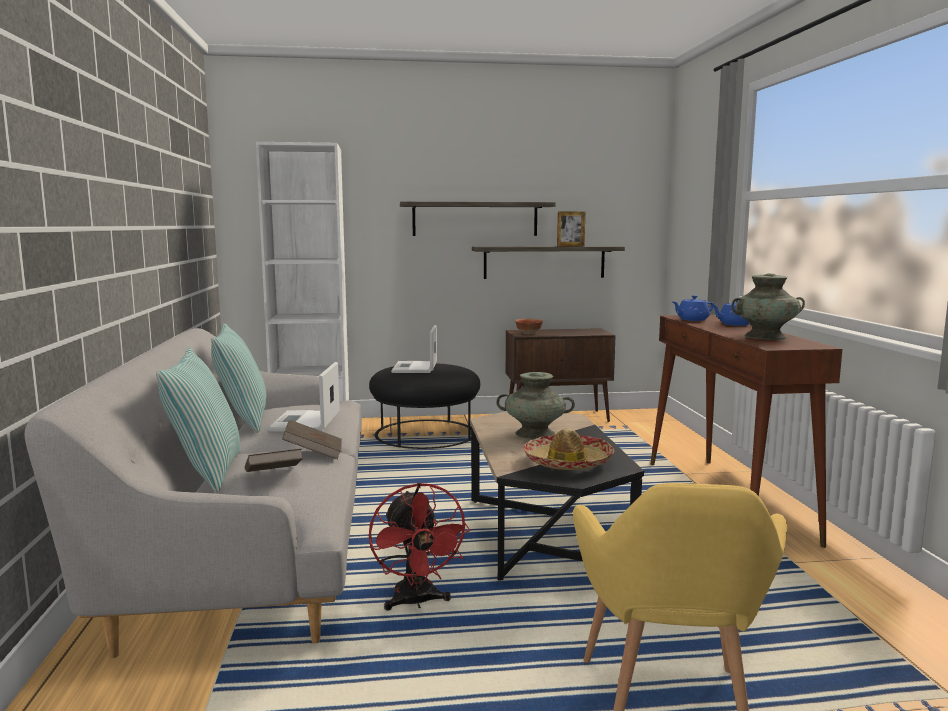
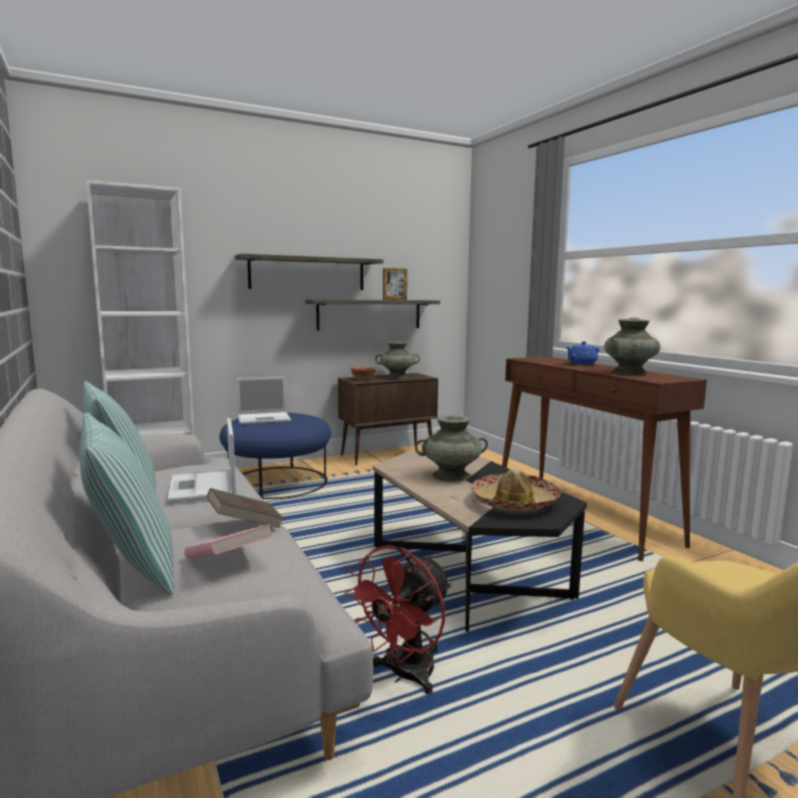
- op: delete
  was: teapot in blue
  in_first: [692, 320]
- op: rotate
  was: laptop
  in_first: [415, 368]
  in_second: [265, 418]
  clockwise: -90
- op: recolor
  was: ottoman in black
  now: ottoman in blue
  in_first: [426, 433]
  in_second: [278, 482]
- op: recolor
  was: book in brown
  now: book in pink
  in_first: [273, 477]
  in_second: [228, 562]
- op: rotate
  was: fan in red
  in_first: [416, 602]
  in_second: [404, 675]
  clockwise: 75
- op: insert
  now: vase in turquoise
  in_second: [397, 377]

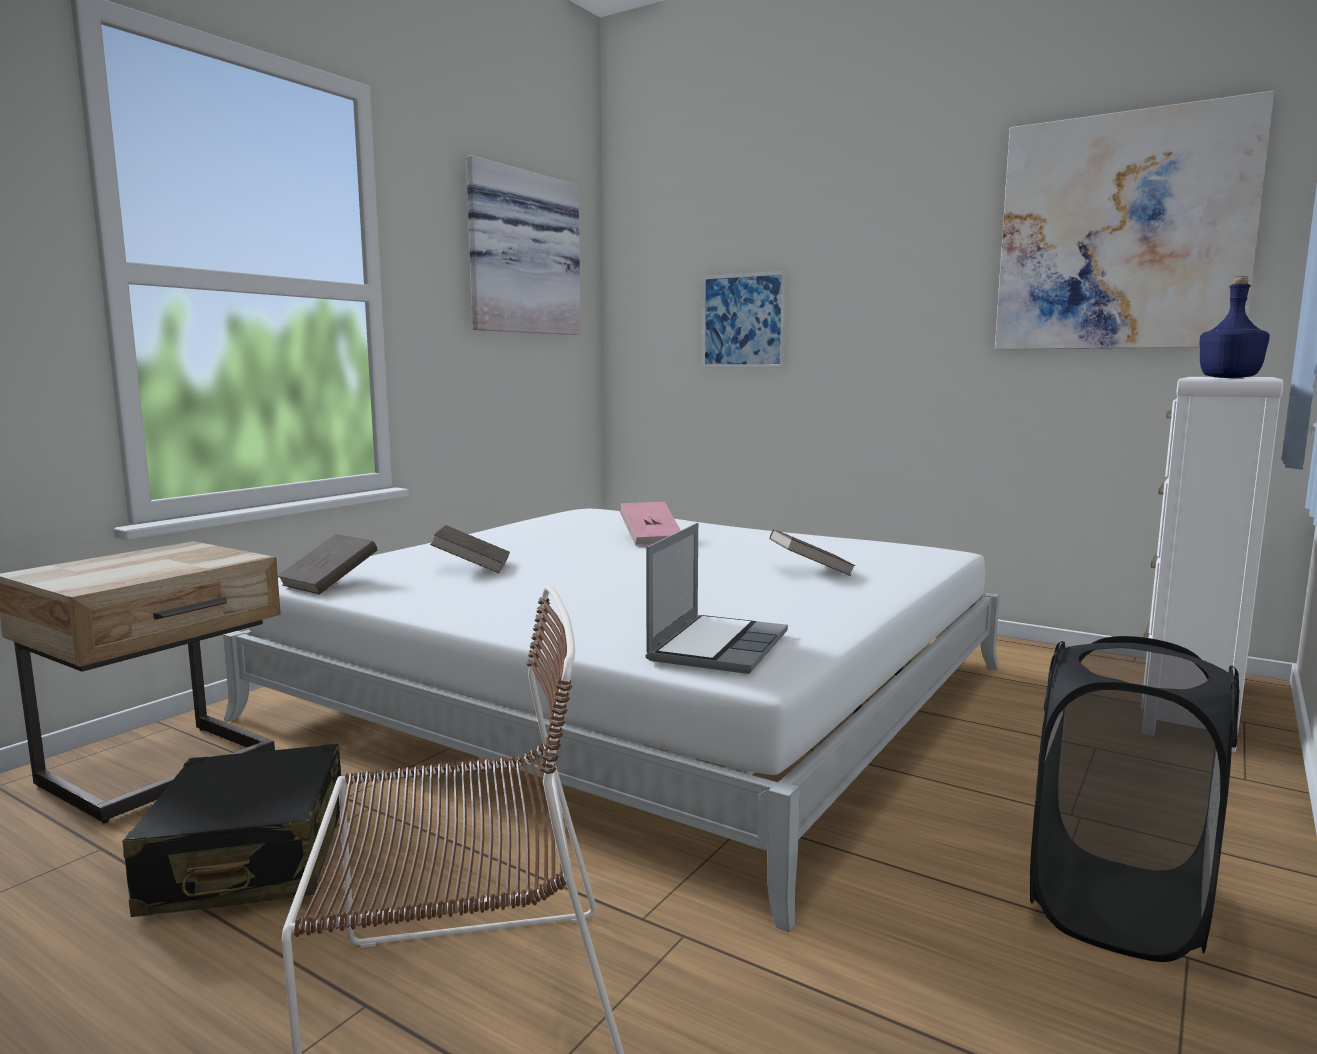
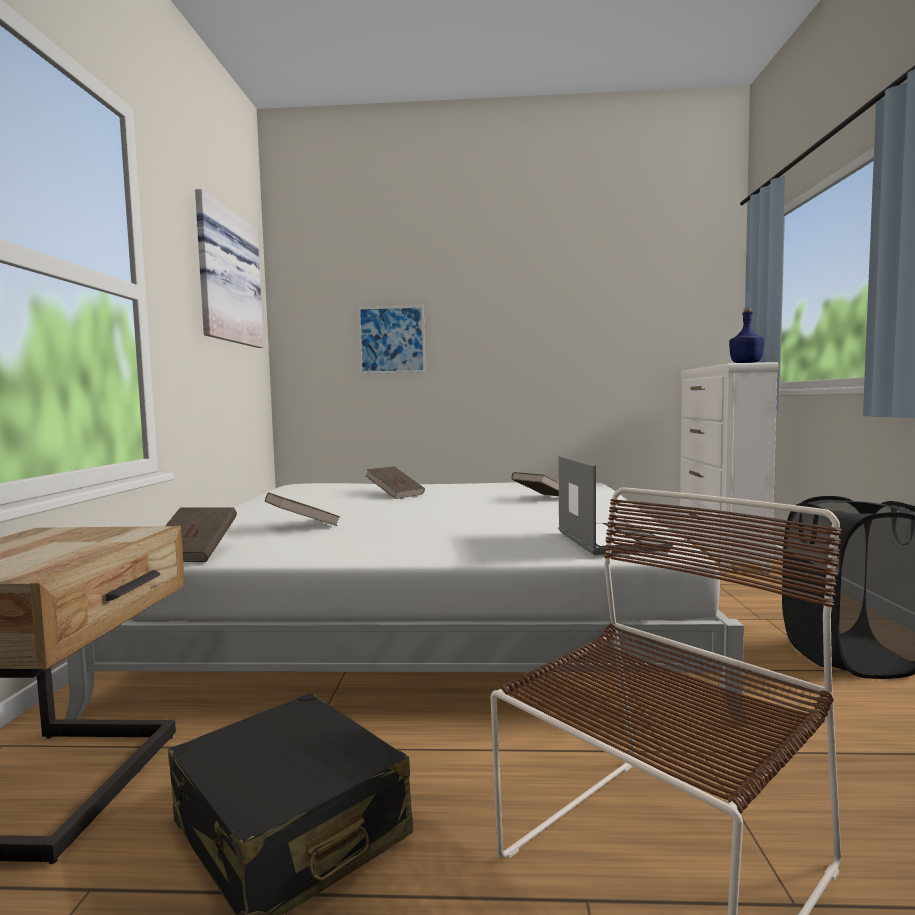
- op: delete
  was: picture
  in_first: [1122, 233]
- op: recolor
  was: book in pink
  now: book in brown
  in_first: [651, 539]
  in_second: [395, 495]

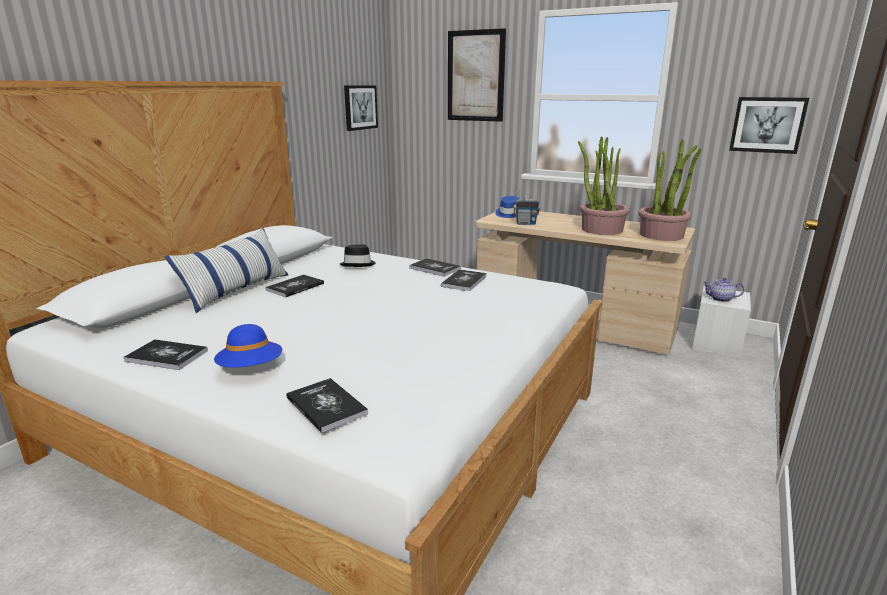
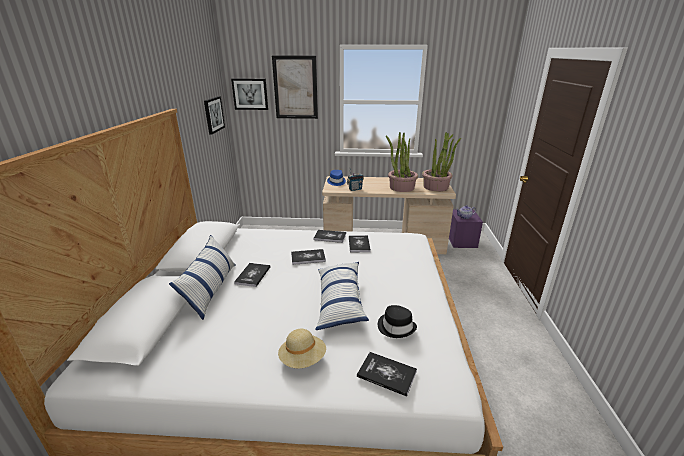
- op: move
  was: picture
  in_first: [767, 125]
  in_second: [250, 94]
- op: move
  was: hat in black
  in_first: [358, 264]
  in_second: [396, 327]
- op: recolor
  was: storage box in white
  now: storage box in purple
  in_first: [717, 344]
  in_second: [462, 241]
- op: recolor
  was: hat in blue
  now: hat in beige
  in_first: [251, 368]
  in_second: [303, 359]
- op: move
  was: book
  in_first: [166, 356]
  in_second: [308, 257]
- op: insert
  now: pillow
  in_second: [340, 301]

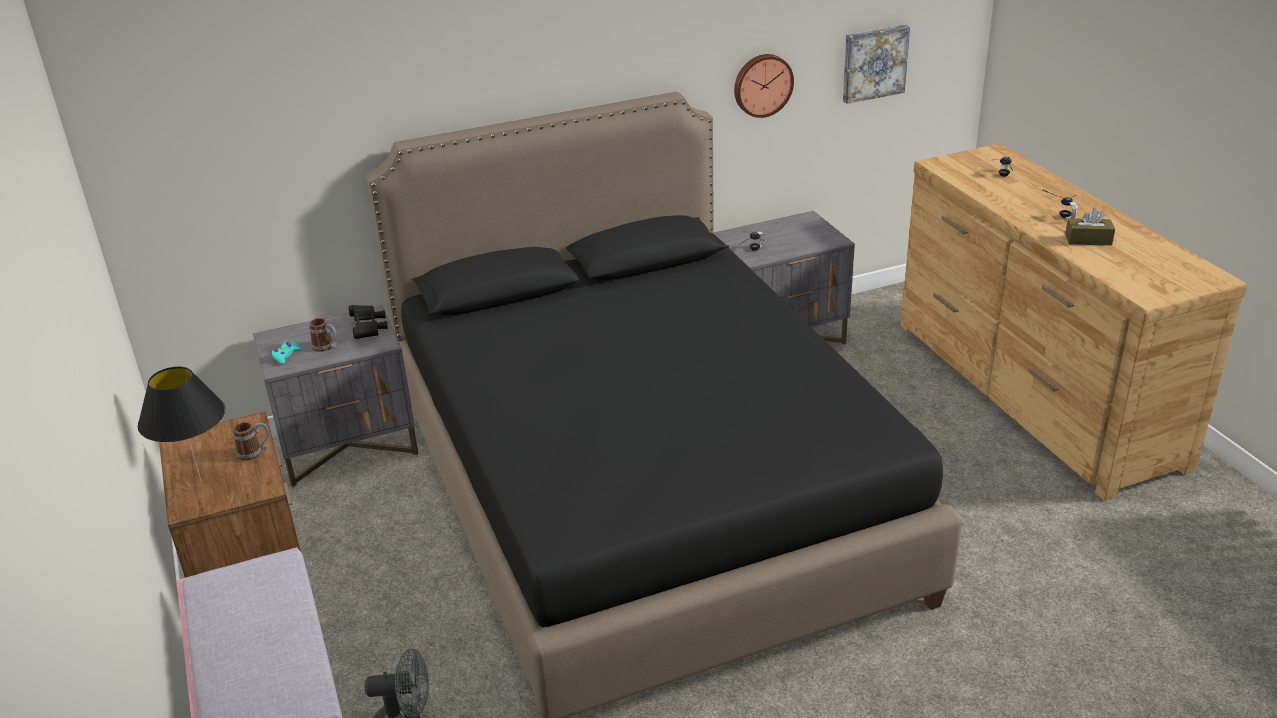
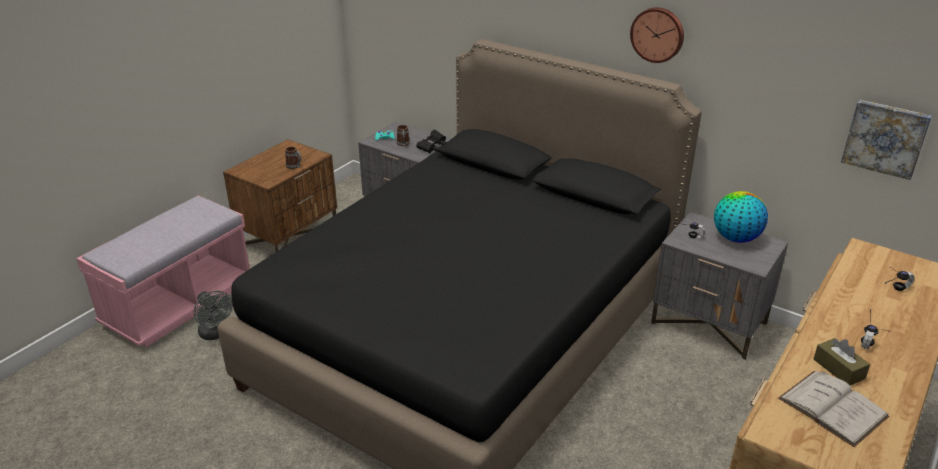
- op: move
  was: wall clock
  in_first: [762, 85]
  in_second: [658, 34]
- op: delete
  was: table lamp in black
  in_first: [202, 486]
- op: insert
  now: globe
  in_second: [735, 238]
- op: insert
  now: book in white
  in_second: [832, 407]

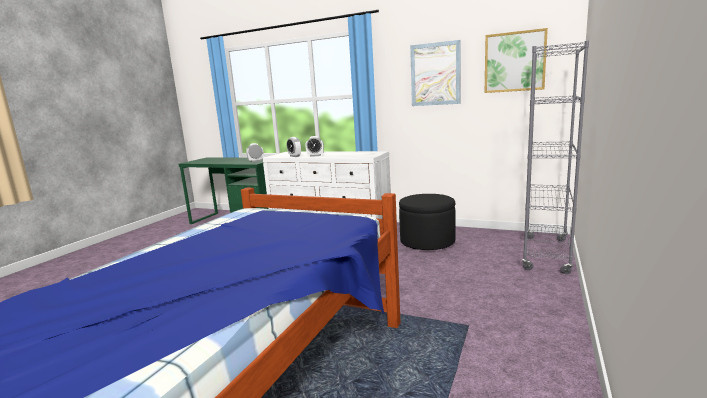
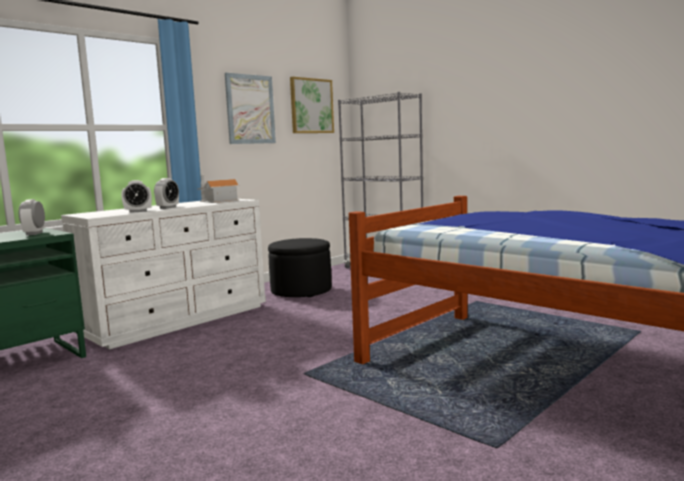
- op: insert
  now: toy house
  in_second: [217, 201]

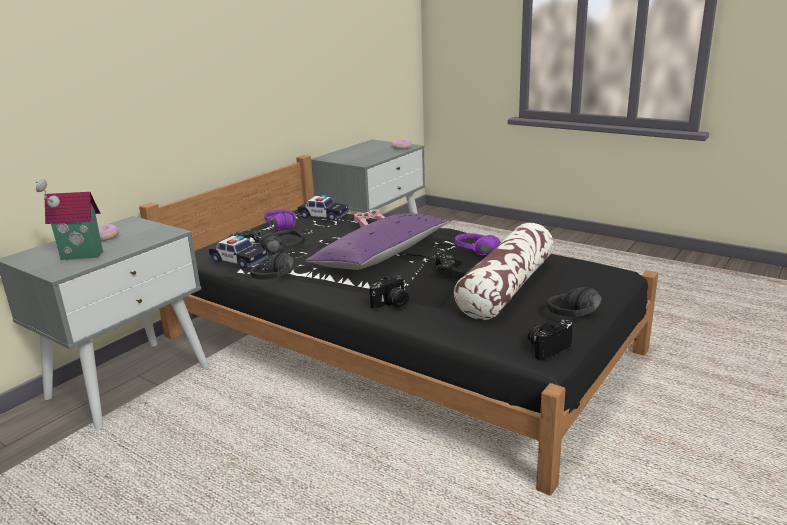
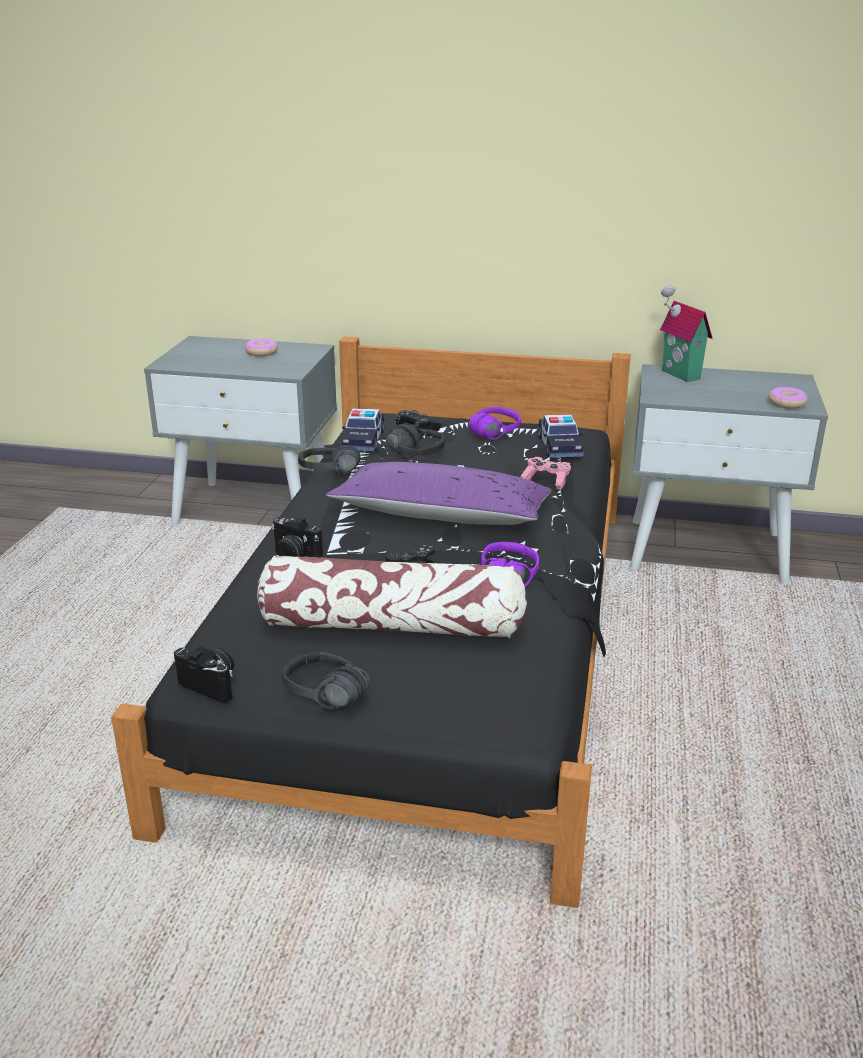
- op: move
  was: toy house
  in_first: [80, 256]
  in_second: [678, 375]

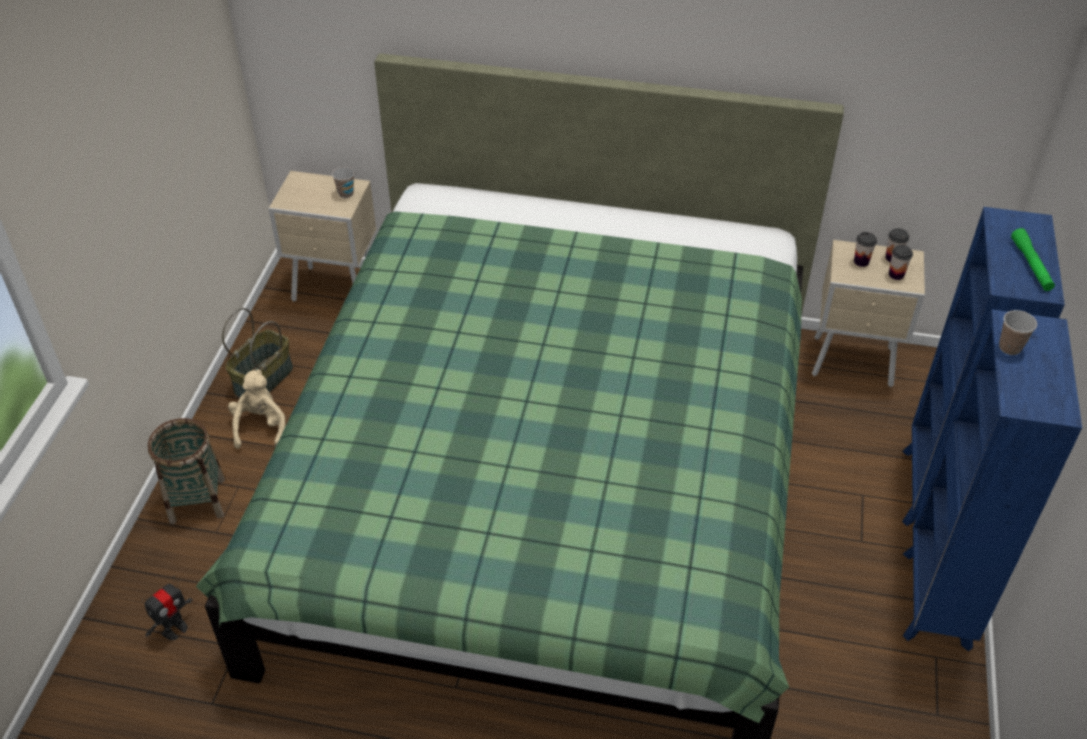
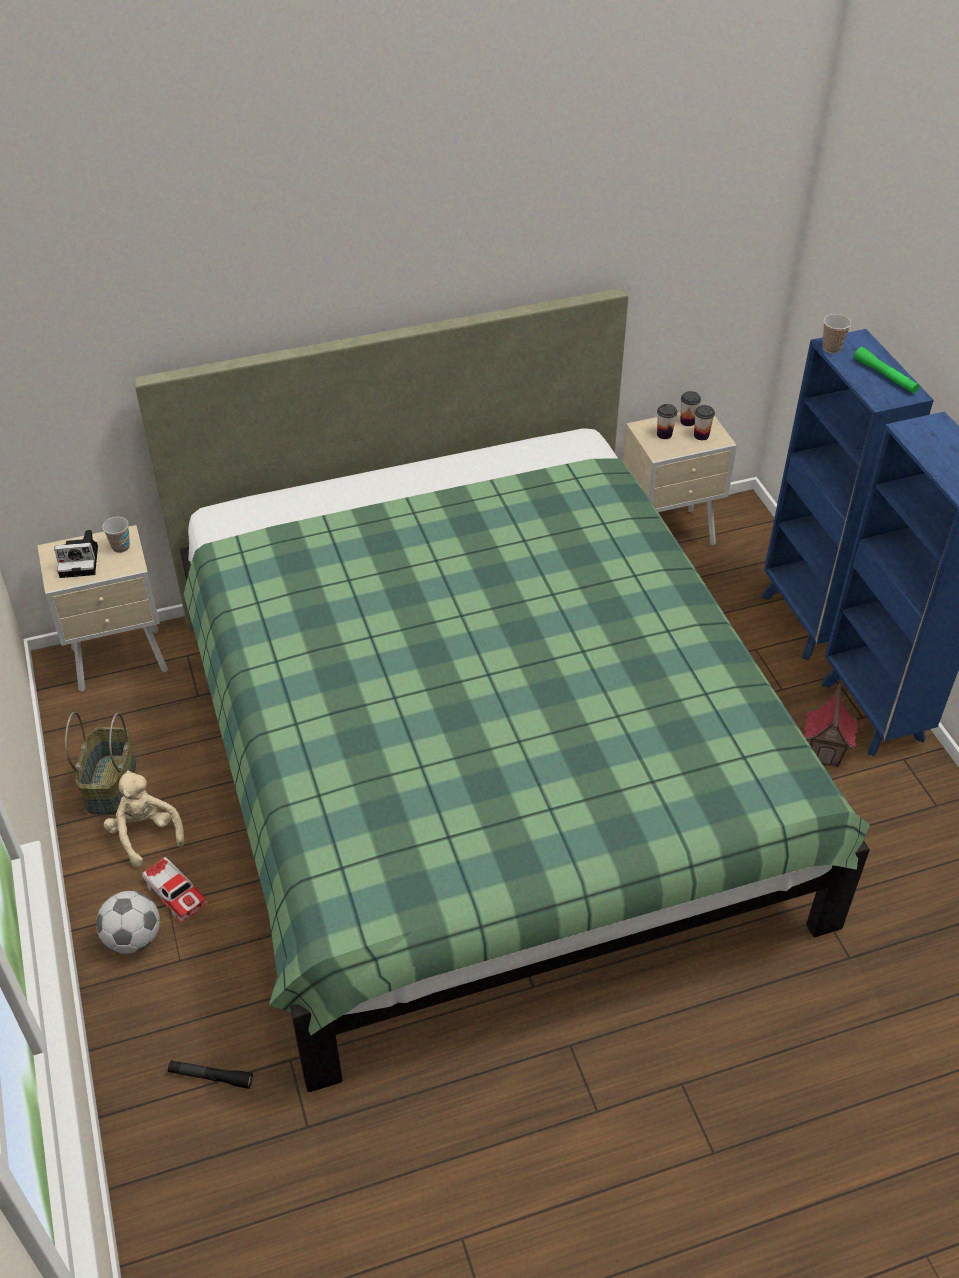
- op: move
  was: cup
  in_first: [1010, 347]
  in_second: [831, 348]
- op: replace
  was: basket
  now: football
  in_first: [197, 500]
  in_second: [133, 939]
- op: replace
  was: toy robot
  now: flashlight in black
  in_first: [174, 629]
  in_second: [211, 1077]
- op: insert
  now: photo camera
  in_second: [81, 561]
- op: insert
  now: toy house
  in_second: [824, 753]
- op: insert
  now: toy car
  in_second: [175, 893]

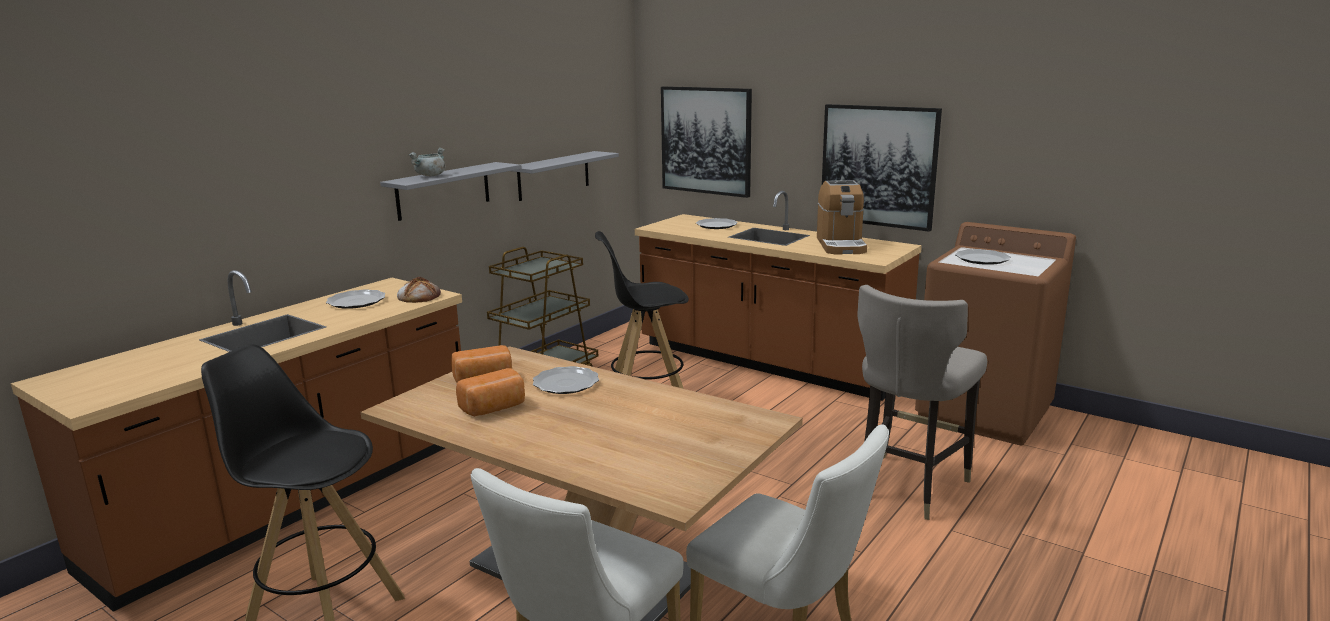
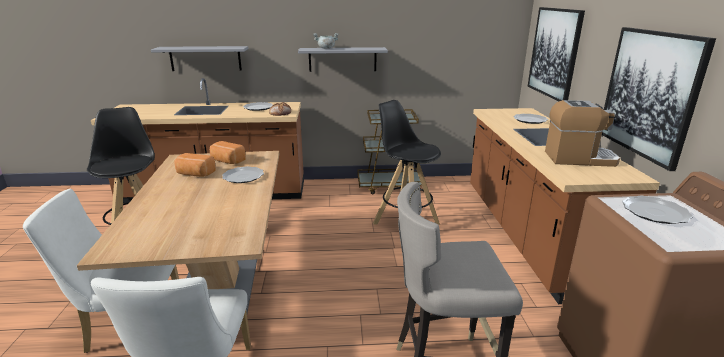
- op: move
  was: shelf in grey
  in_first: [554, 175]
  in_second: [205, 58]
- op: rotate
  was: coffee machine
  in_first: [841, 245]
  in_second: [579, 159]
  clockwise: -135

